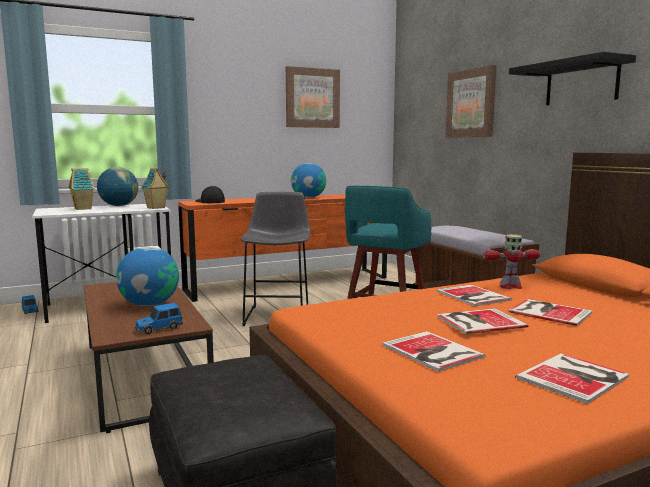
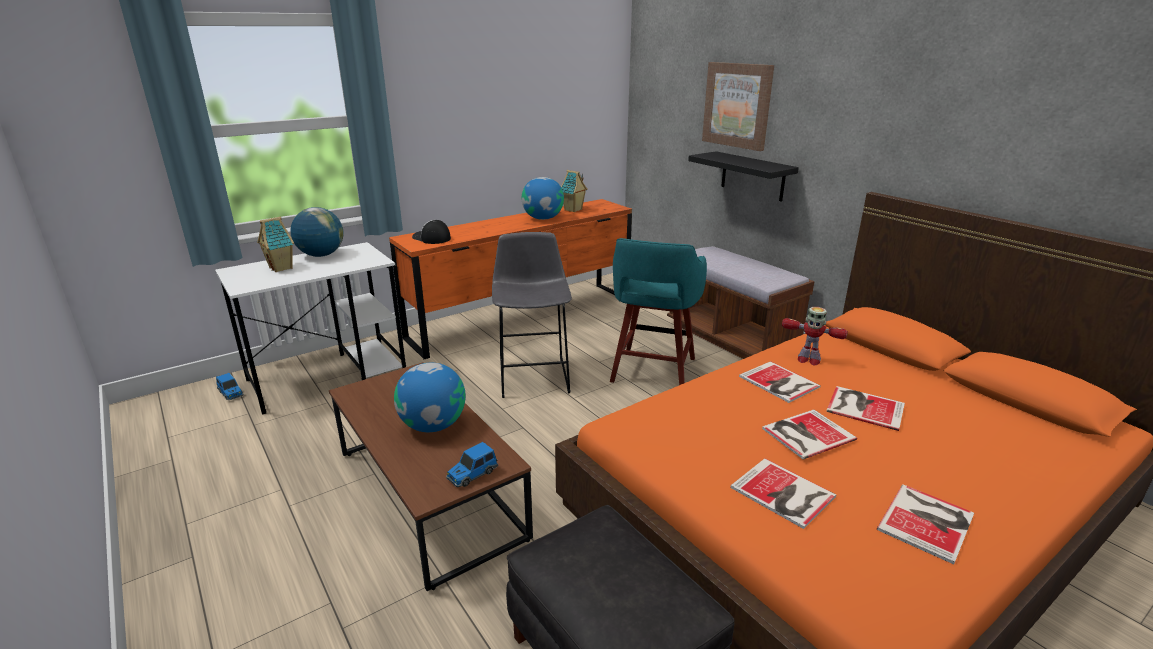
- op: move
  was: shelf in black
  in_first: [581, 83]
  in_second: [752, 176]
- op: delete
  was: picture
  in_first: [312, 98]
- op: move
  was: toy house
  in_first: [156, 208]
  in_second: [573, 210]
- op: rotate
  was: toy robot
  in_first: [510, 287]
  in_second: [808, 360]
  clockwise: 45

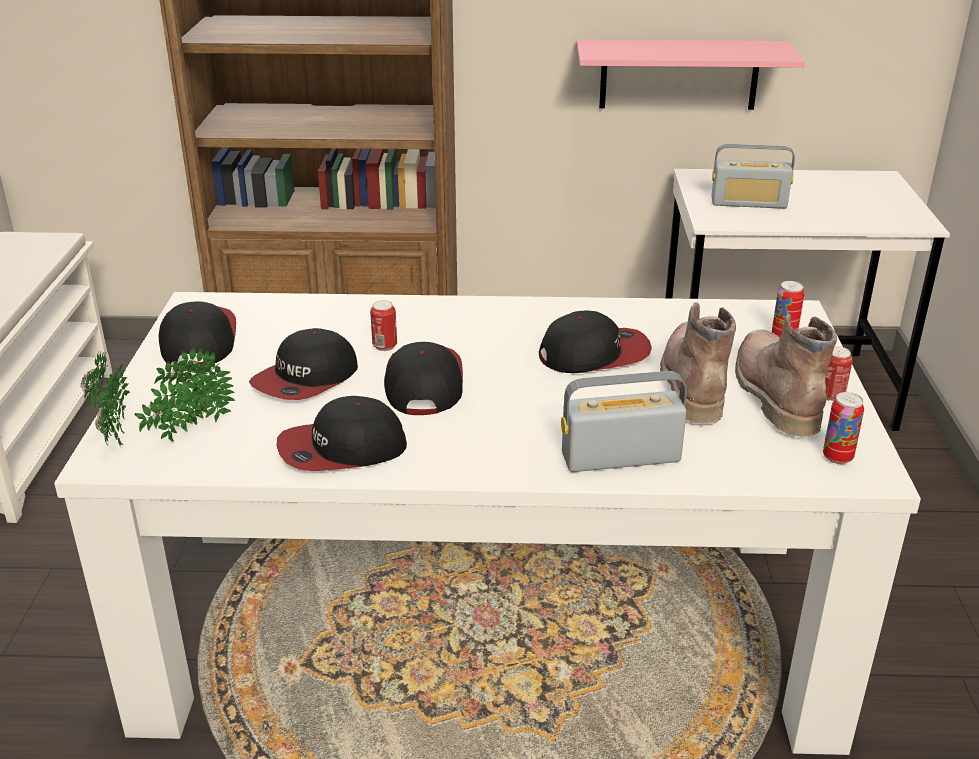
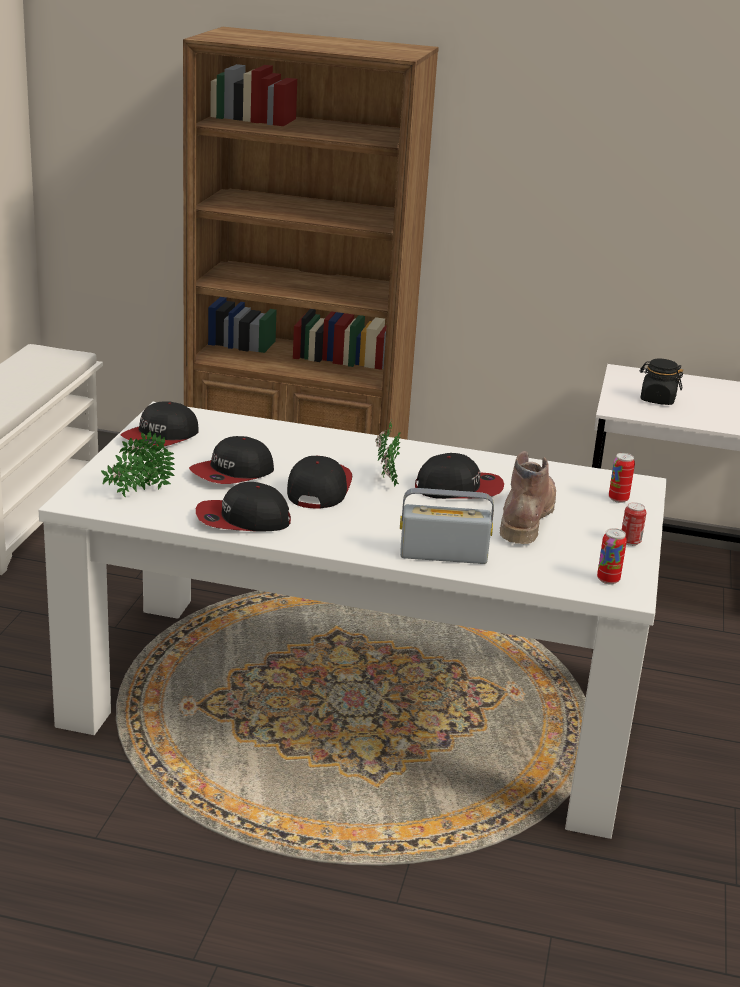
- op: delete
  was: shelf in pink
  in_first: [679, 74]
- op: replace
  was: radio
  now: jar in black
  in_first: [748, 203]
  in_second: [657, 399]
- op: delete
  was: can
  in_first: [384, 346]
- op: rotate
  was: cap
  in_first: [198, 341]
  in_second: [161, 437]
  clockwise: -150
- op: delete
  was: boot in brown
  in_first: [773, 391]
- op: move
  was: potted plant
  in_first: [113, 438]
  in_second: [387, 481]

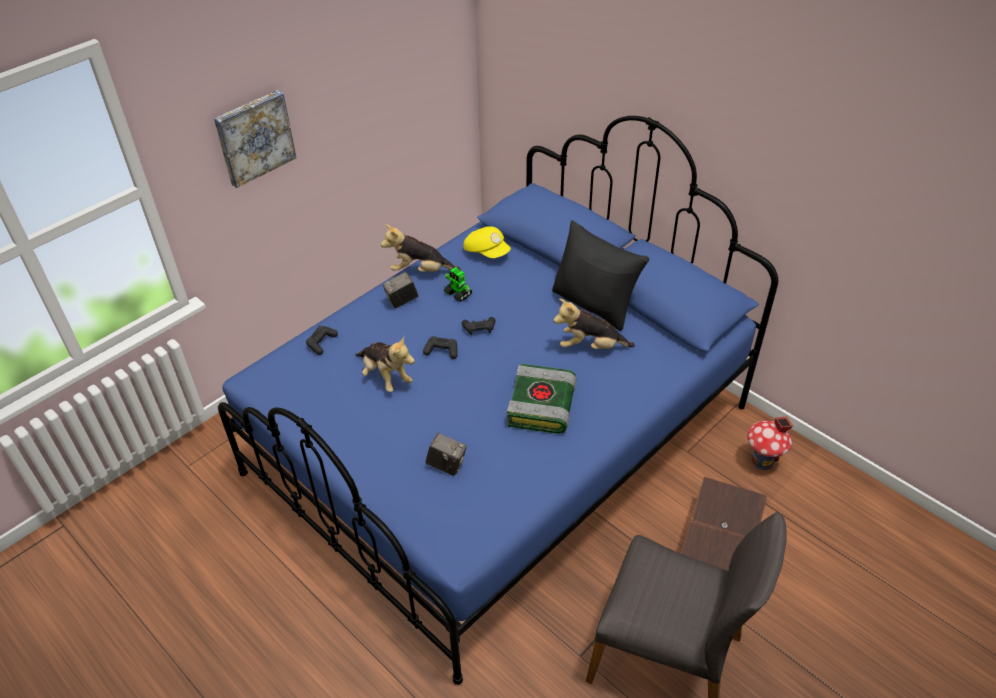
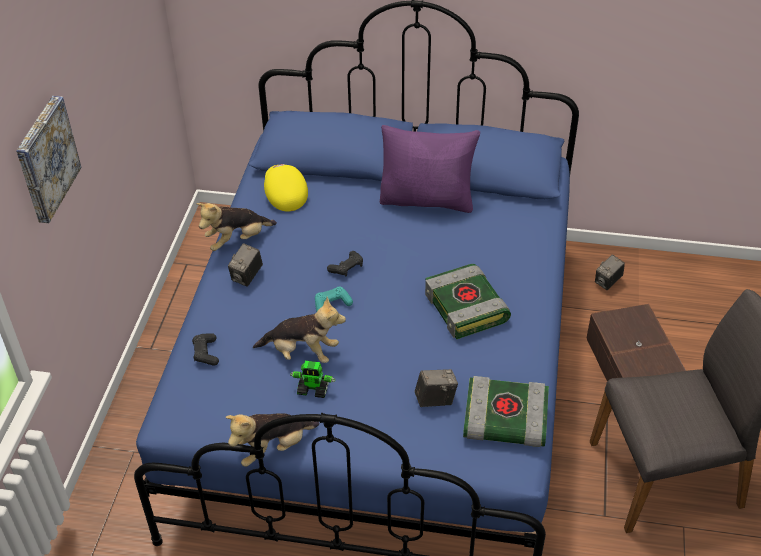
- op: recolor
  was: pillow in black
  now: pillow in purple
  in_first: [594, 304]
  in_second: [427, 200]
- op: rotate
  was: cap in yellow
  in_first: [487, 252]
  in_second: [284, 194]
  clockwise: -120
- op: move
  was: toy robot
  in_first: [458, 294]
  in_second: [313, 389]
- op: move
  was: plush toy
  in_first: [590, 346]
  in_second: [273, 448]
- op: recolor
  was: game controller in black
  now: game controller in turquoise
  in_first: [442, 351]
  in_second: [332, 304]
- op: replace
  was: toy house
  now: photo camera
  in_first: [762, 461]
  in_second: [607, 282]
- op: insert
  now: book
  in_second: [503, 421]

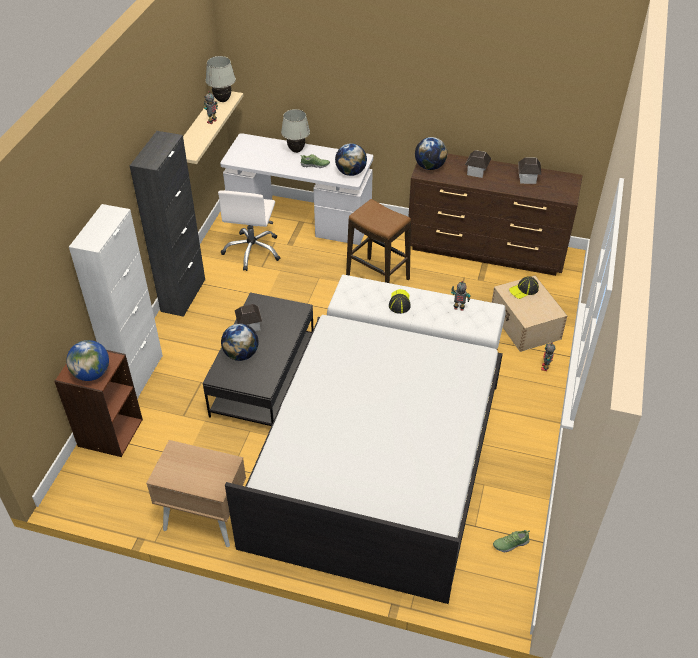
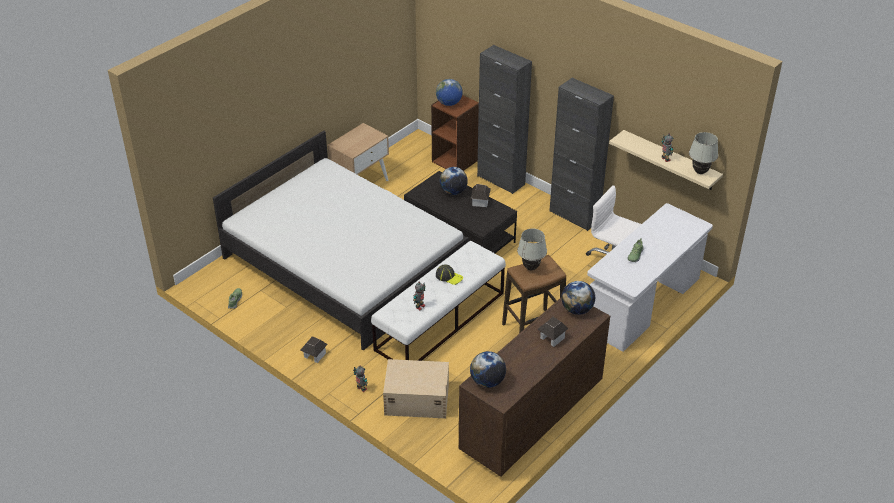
- op: move
  was: table lamp in white
  in_first: [296, 150]
  in_second: [531, 268]
- op: move
  was: globe
  in_first: [351, 172]
  in_second: [487, 381]
- op: move
  was: toy house
  in_first: [527, 178]
  in_second: [314, 355]
- op: recolor
  was: cabinet in white
  now: cabinet in black
  in_first: [137, 374]
  in_second: [501, 180]
- op: delete
  was: cap
  in_first: [524, 290]

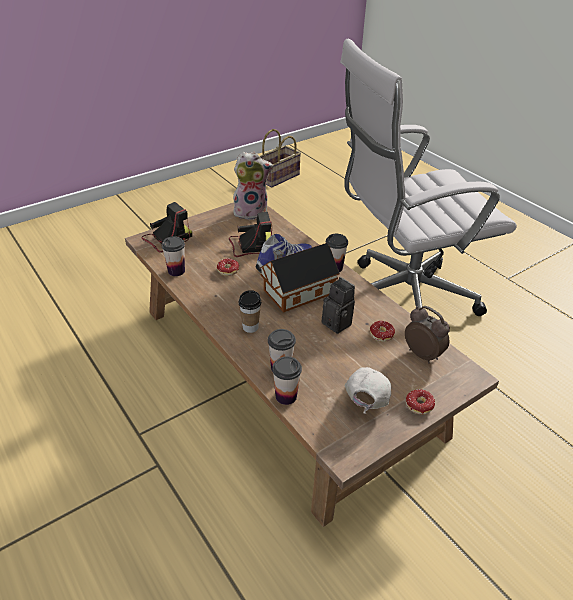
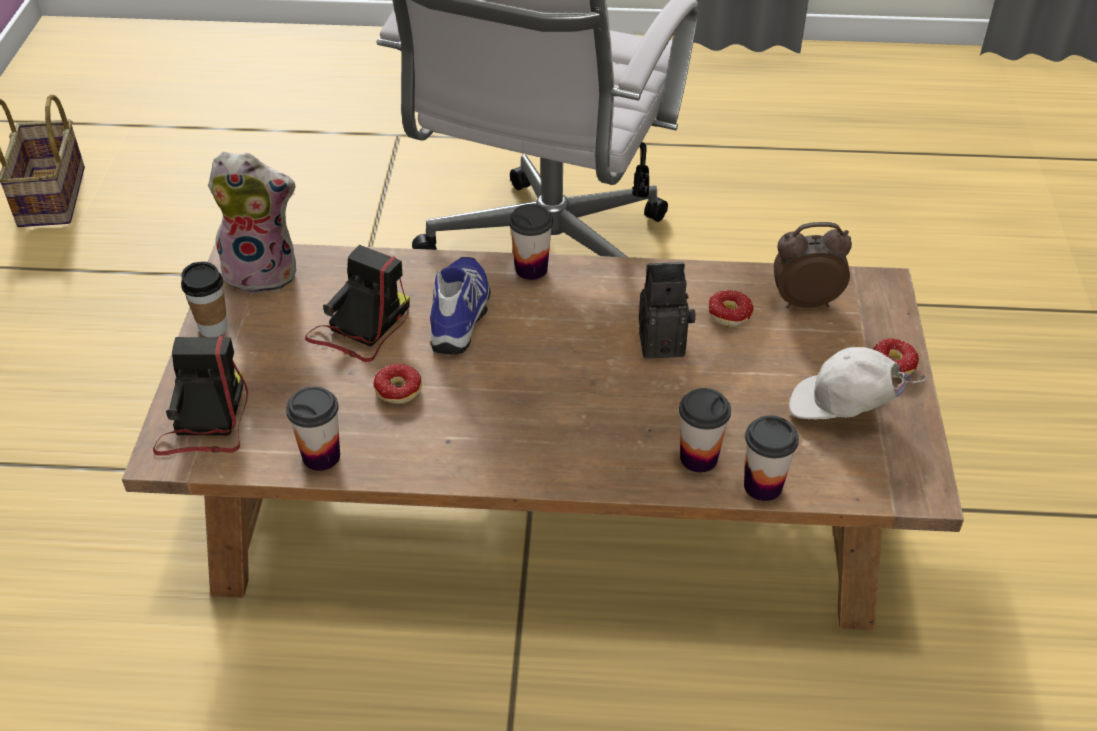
- op: rotate
  was: plush toy
  in_first: [251, 212]
  in_second: [264, 272]
  clockwise: 60
- op: delete
  was: toy house
  in_first: [296, 292]
- op: move
  was: cup
  in_first: [250, 327]
  in_second: [213, 328]
- op: rotate
  was: cap in white
  in_first: [365, 401]
  in_second: [843, 410]
  clockwise: -45

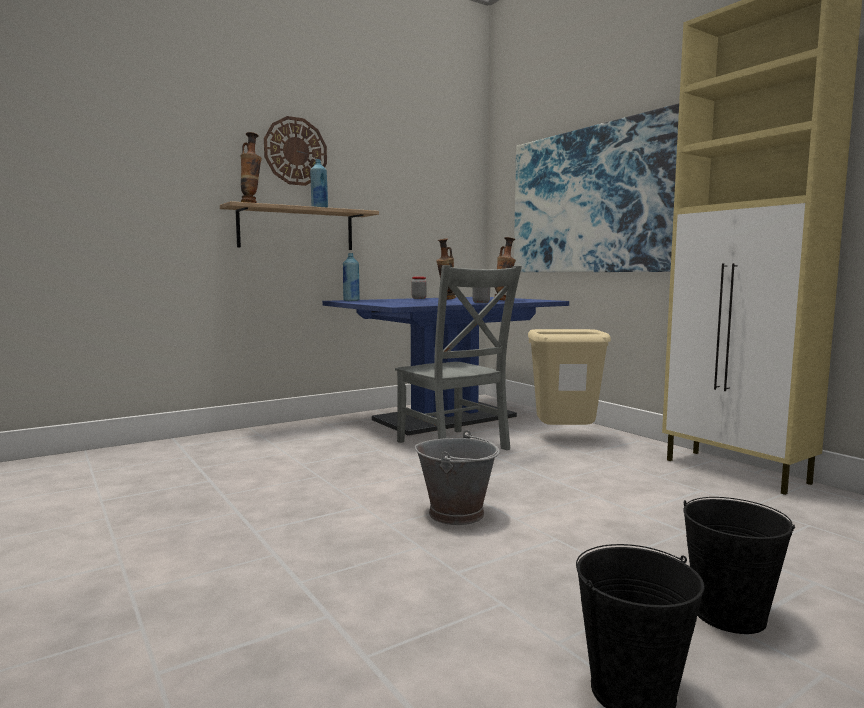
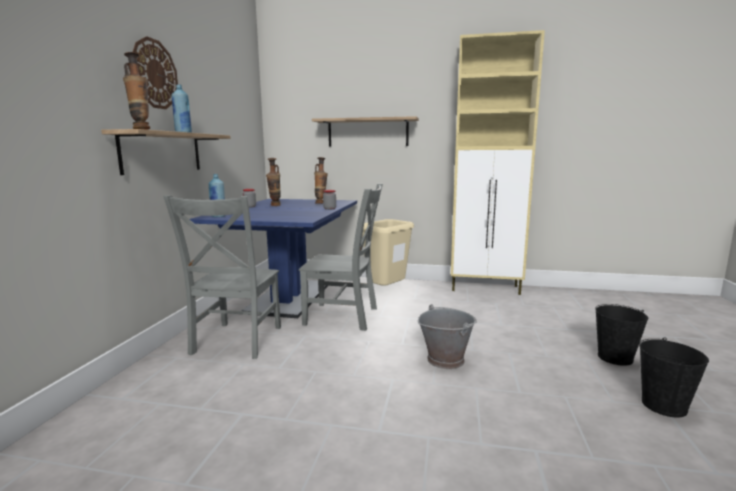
- op: replace
  was: picture
  now: shelf
  in_first: [590, 201]
  in_second: [368, 132]
- op: insert
  now: chair in grey
  in_second: [235, 342]

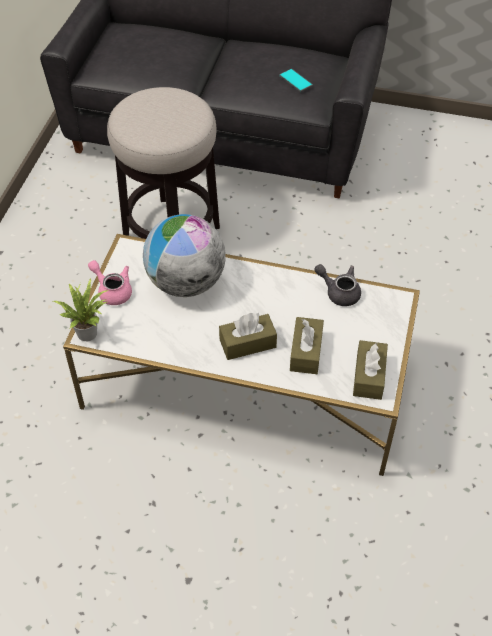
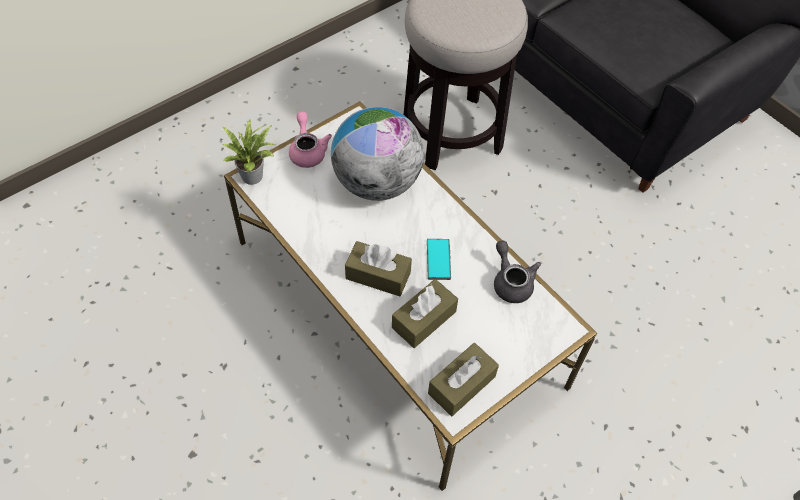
- op: move
  was: phone
  in_first: [296, 81]
  in_second: [438, 259]

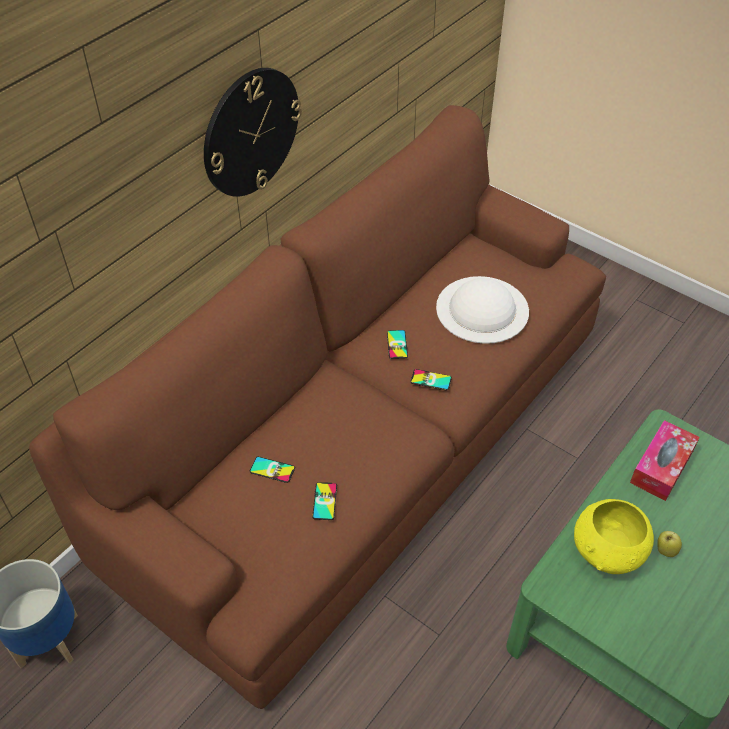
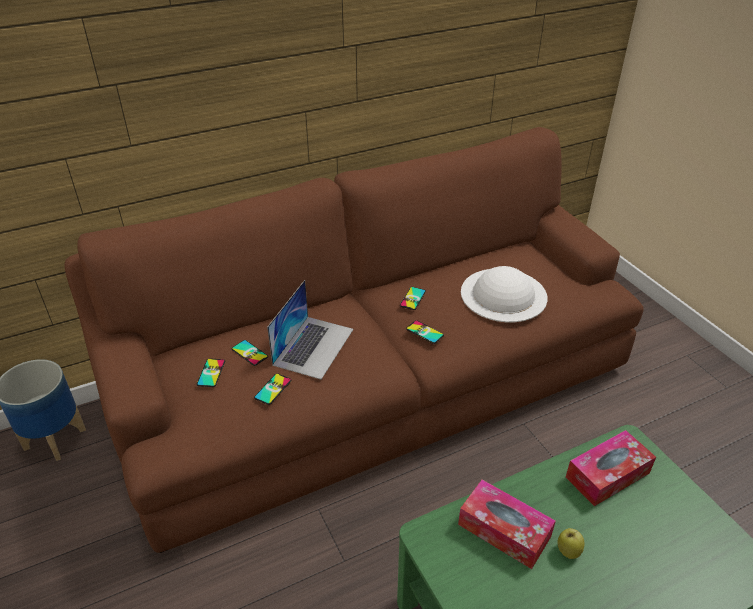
- op: delete
  was: wall clock
  in_first: [250, 132]
- op: replace
  was: bowl in yellow
  now: tissue box
  in_first: [607, 554]
  in_second: [504, 530]
- op: insert
  now: laptop
  in_second: [313, 346]
- op: insert
  now: phone
  in_second: [211, 373]

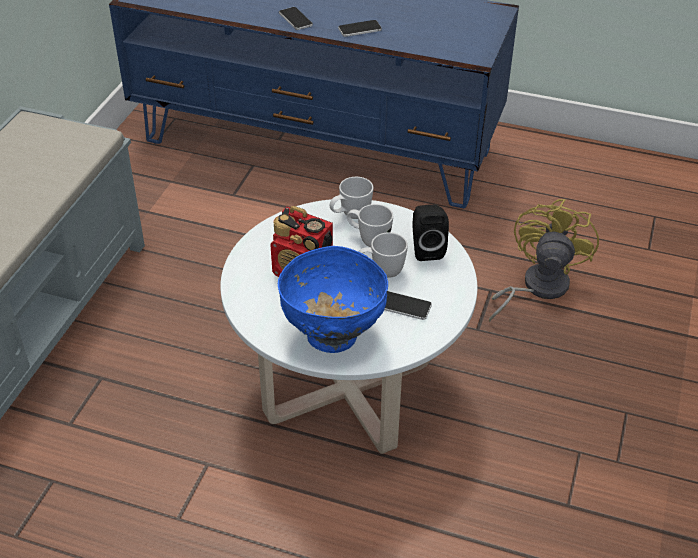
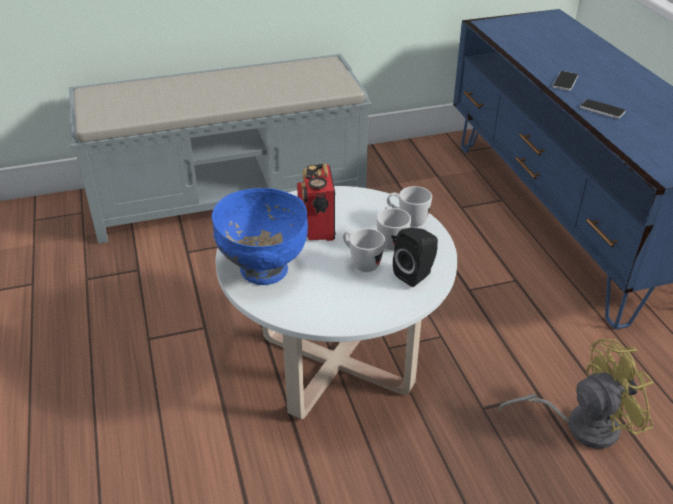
- op: delete
  was: phone
  in_first: [403, 306]

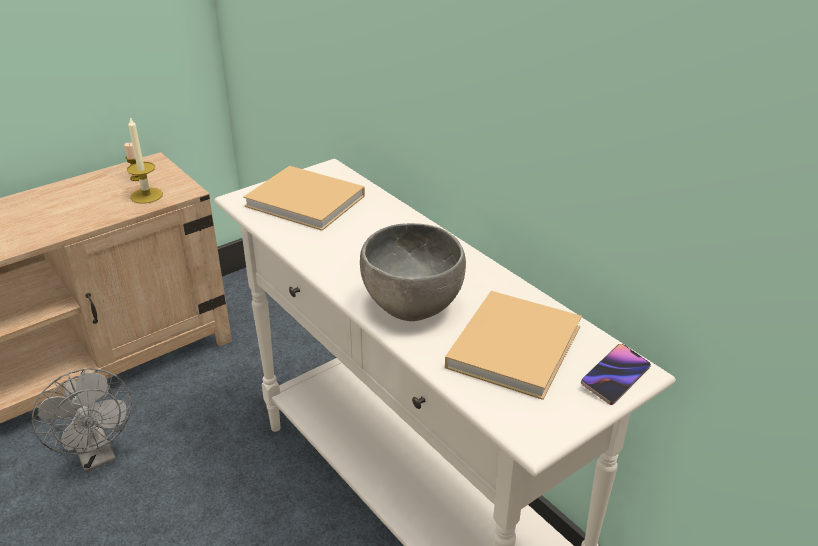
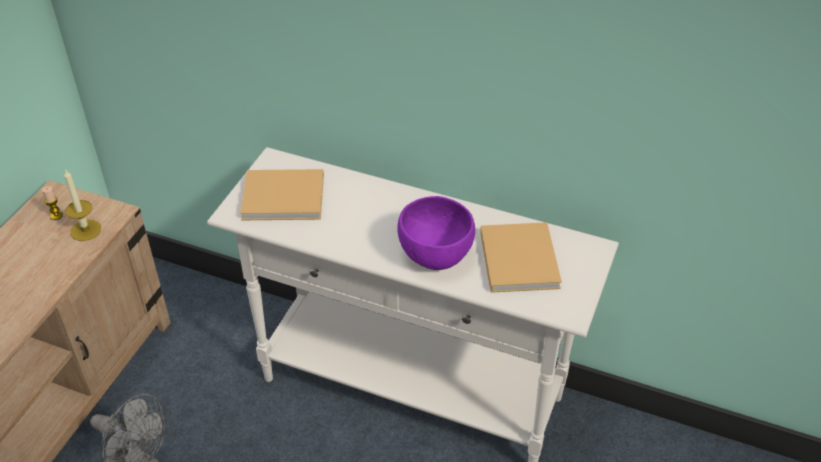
- op: recolor
  was: bowl in grey
  now: bowl in purple
  in_first: [412, 307]
  in_second: [436, 257]
- op: delete
  was: phone
  in_first: [615, 377]

